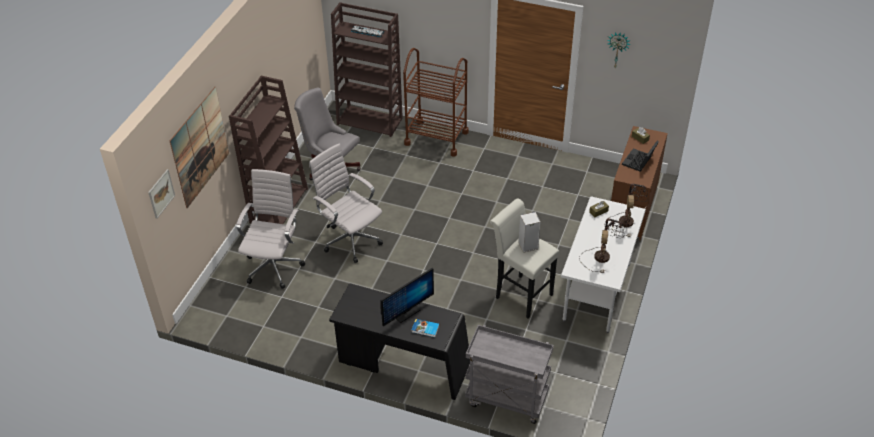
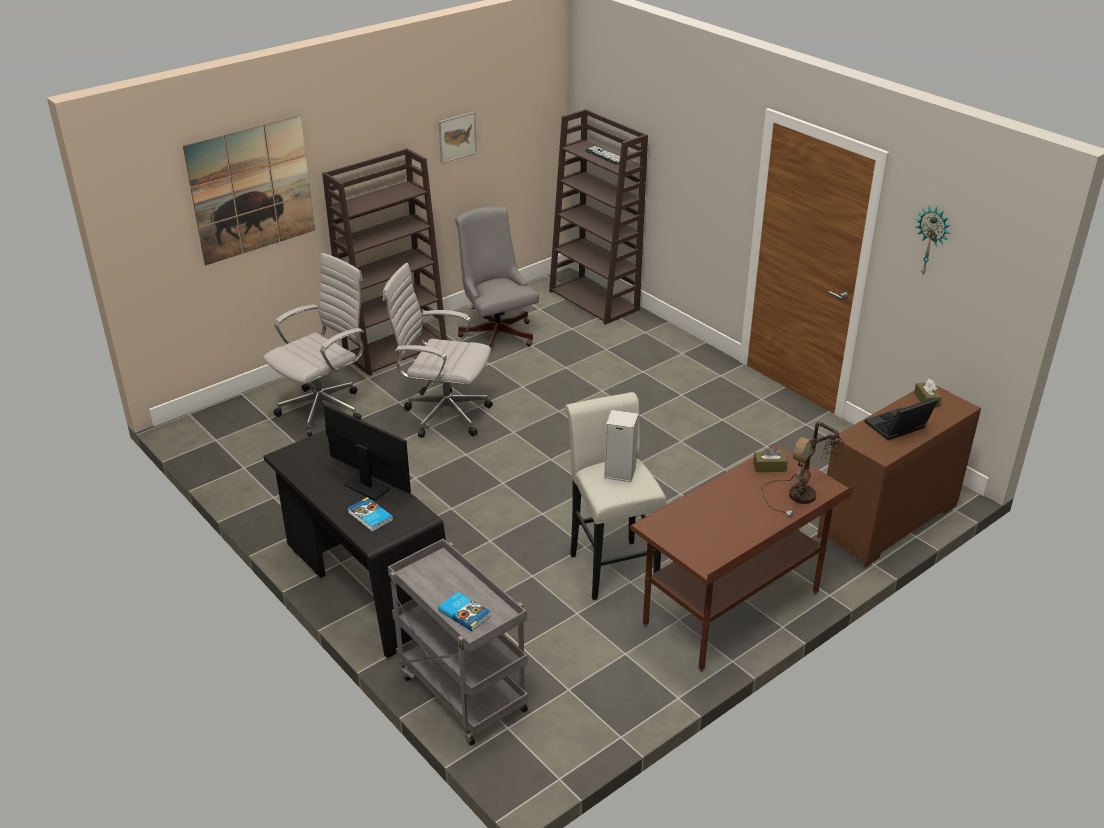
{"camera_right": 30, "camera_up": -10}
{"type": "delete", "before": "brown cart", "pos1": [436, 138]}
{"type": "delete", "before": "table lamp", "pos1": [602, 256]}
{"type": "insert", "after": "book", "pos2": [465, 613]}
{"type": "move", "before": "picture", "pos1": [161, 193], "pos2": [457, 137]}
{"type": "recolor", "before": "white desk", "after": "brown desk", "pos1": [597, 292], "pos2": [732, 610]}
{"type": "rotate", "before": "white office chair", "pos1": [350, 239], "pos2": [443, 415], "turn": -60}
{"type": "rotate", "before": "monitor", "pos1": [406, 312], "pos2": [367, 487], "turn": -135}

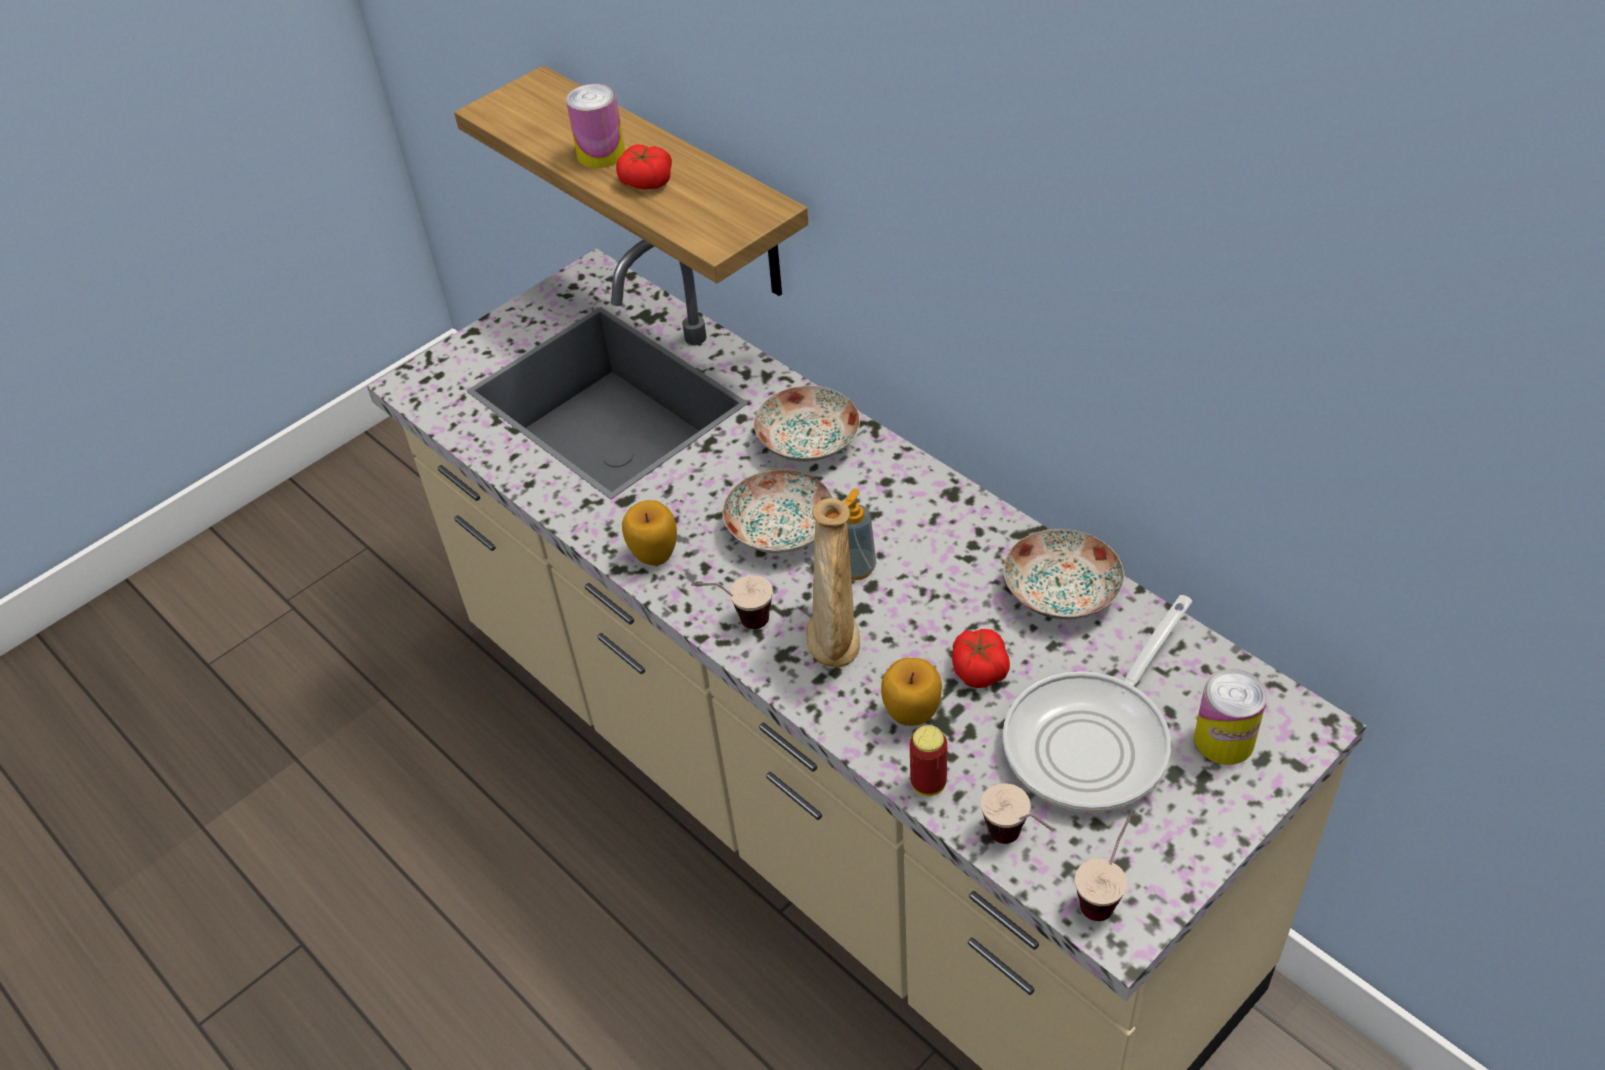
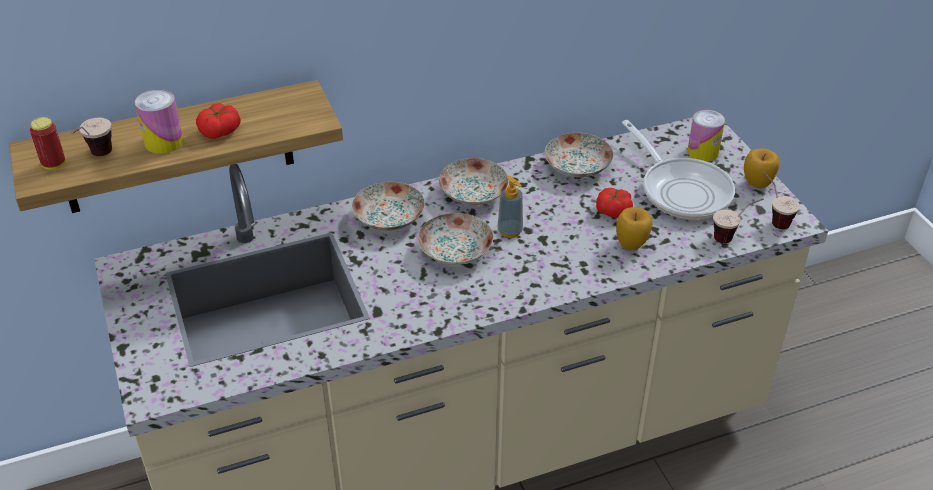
{"camera_right": -70, "camera_up": -5}
{"type": "delete", "before": "beige vase", "pos1": [833, 639]}
{"type": "insert", "after": "plate", "pos2": [472, 193]}
{"type": "move", "before": "apple", "pos1": [654, 555], "pos2": [757, 184]}
{"type": "move", "before": "cup", "pos1": [737, 622], "pos2": [96, 158]}
{"type": "move", "before": "can", "pos1": [928, 783], "pos2": [54, 165]}

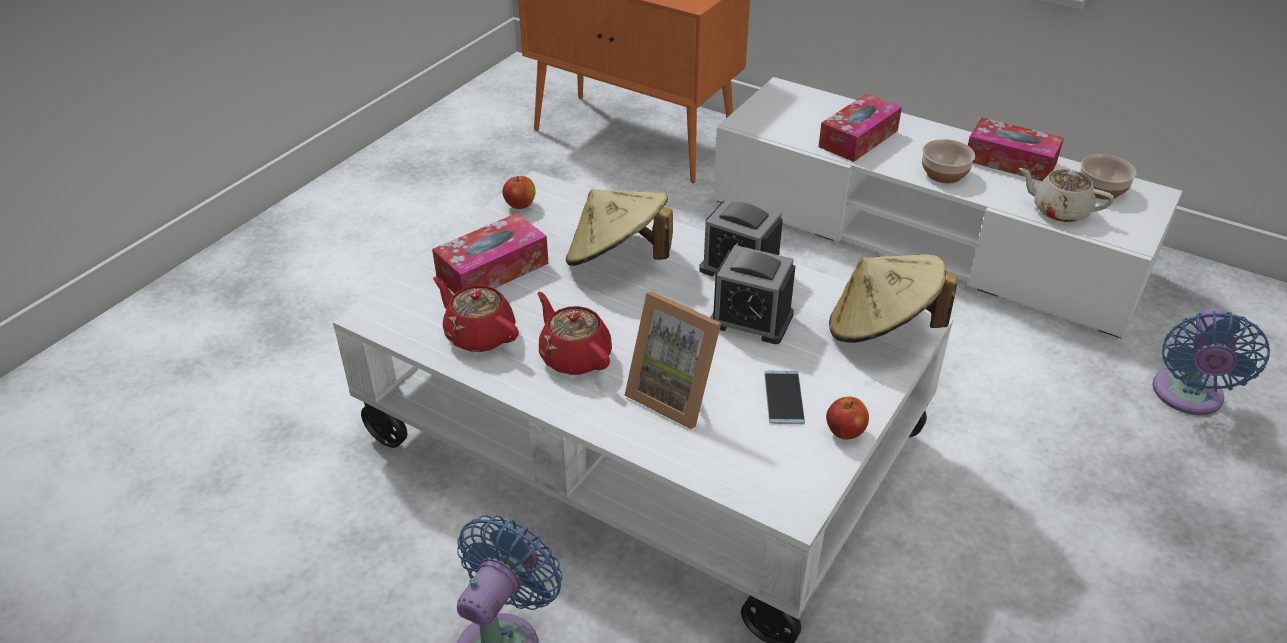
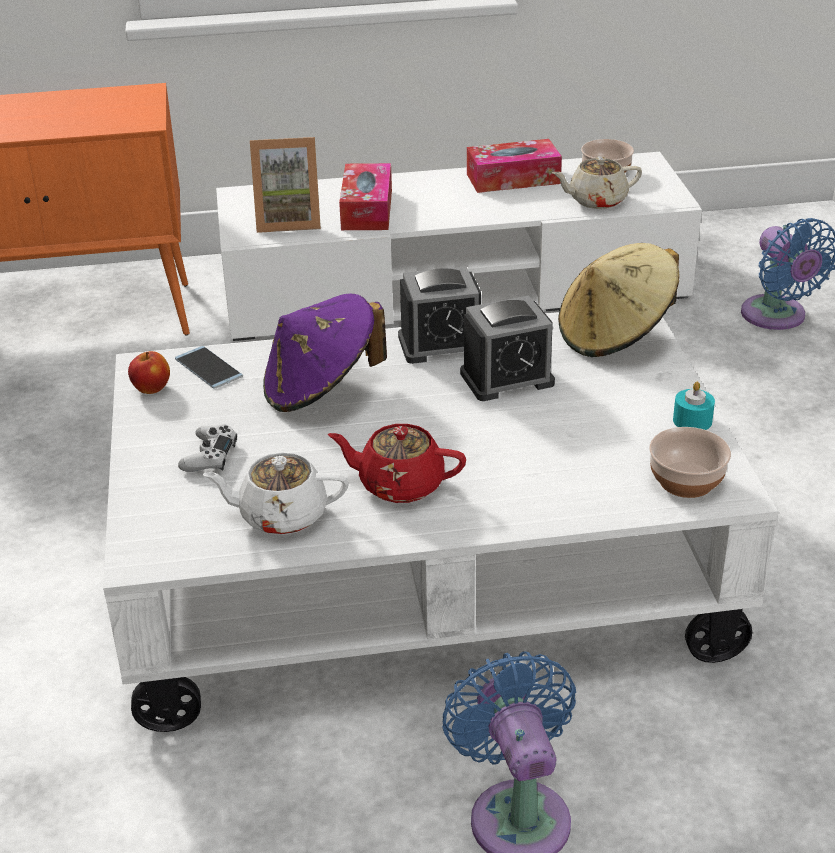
{"camera_right": -40, "camera_up": -5}
{"type": "move", "before": "picture frame", "pos1": [676, 394], "pos2": [288, 220]}
{"type": "move", "before": "phone", "pos1": [783, 397], "pos2": [208, 368]}
{"type": "move", "before": "bowl", "pos1": [944, 173], "pos2": [685, 480]}
{"type": "replace", "before": "tissue box", "after": "white game controller", "pos1": [492, 270], "pos2": [209, 456]}
{"type": "replace", "before": "apple", "after": "turquoise candle", "pos1": [845, 432], "pos2": [692, 420]}
{"type": "recolor", "before": "red teapot", "after": "white teapot", "pos1": [479, 334], "pos2": [281, 515]}
{"type": "recolor", "before": "beige hat", "after": "purple hat", "pos1": [617, 260], "pos2": [321, 389]}

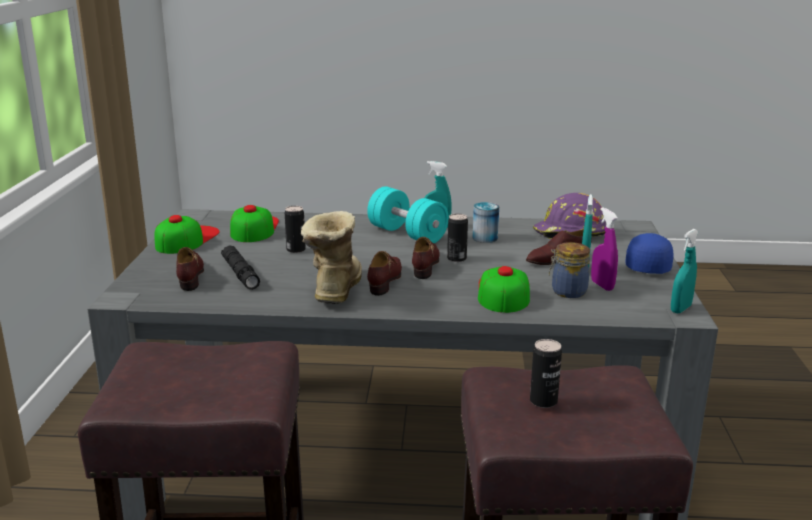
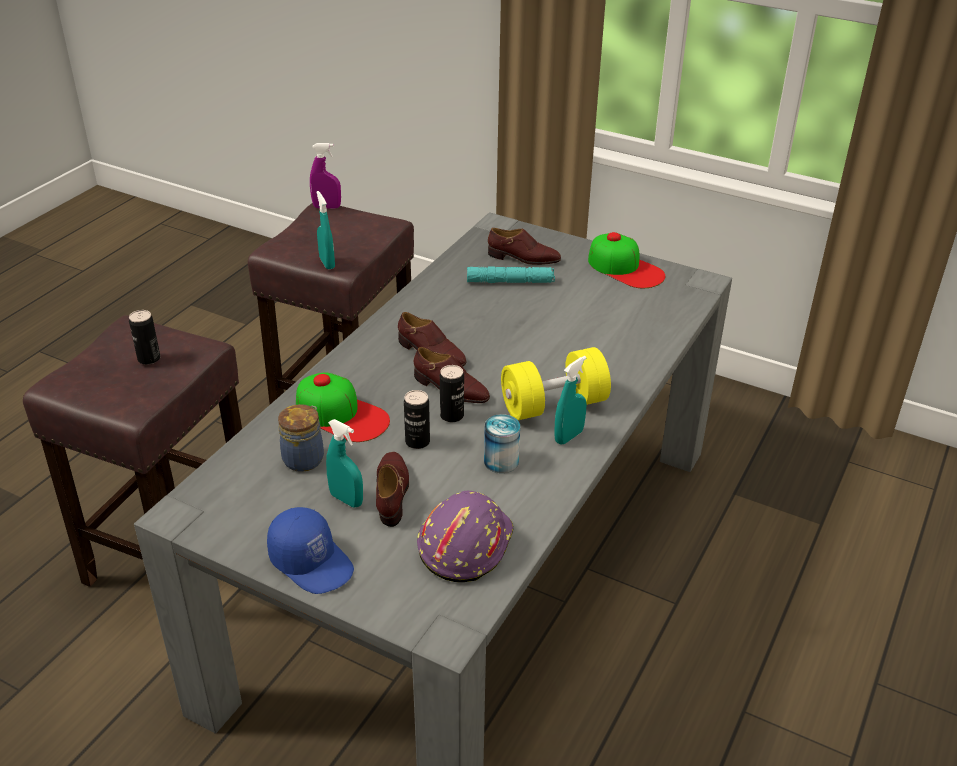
{"camera_right": 115, "camera_up": 15}
{"type": "delete", "before": "cap", "pos1": [254, 228]}
{"type": "delete", "before": "boot", "pos1": [333, 290]}
{"type": "move", "before": "can", "pos1": [296, 250], "pos2": [417, 442]}
{"type": "move", "before": "purple spray bottle", "pos1": [602, 285], "pos2": [327, 207]}
{"type": "move", "before": "turquoise spray bottle", "pos1": [680, 309], "pos2": [327, 263]}
{"type": "recolor", "before": "black flashlight", "after": "turquoise flashlight", "pos1": [240, 273], "pos2": [510, 282]}
{"type": "recolor", "before": "turquoise dumbbell", "after": "yellow dumbbell", "pos1": [407, 234], "pos2": [554, 405]}

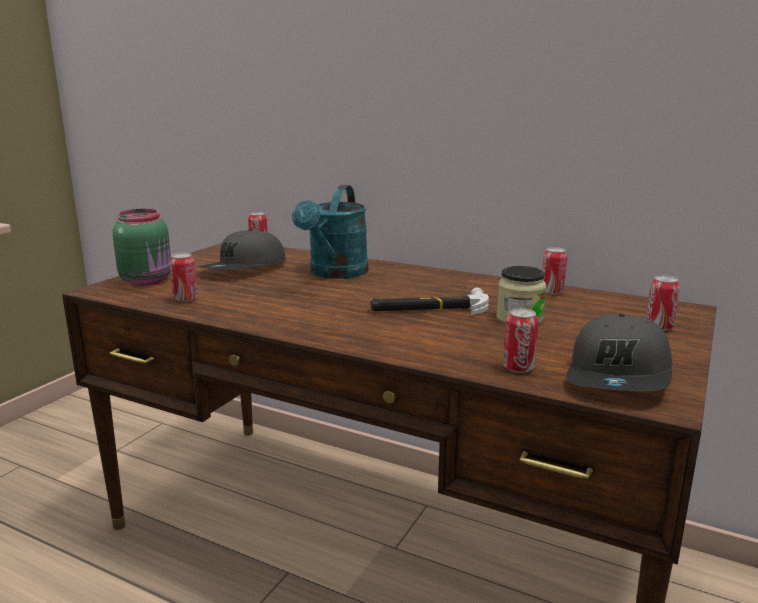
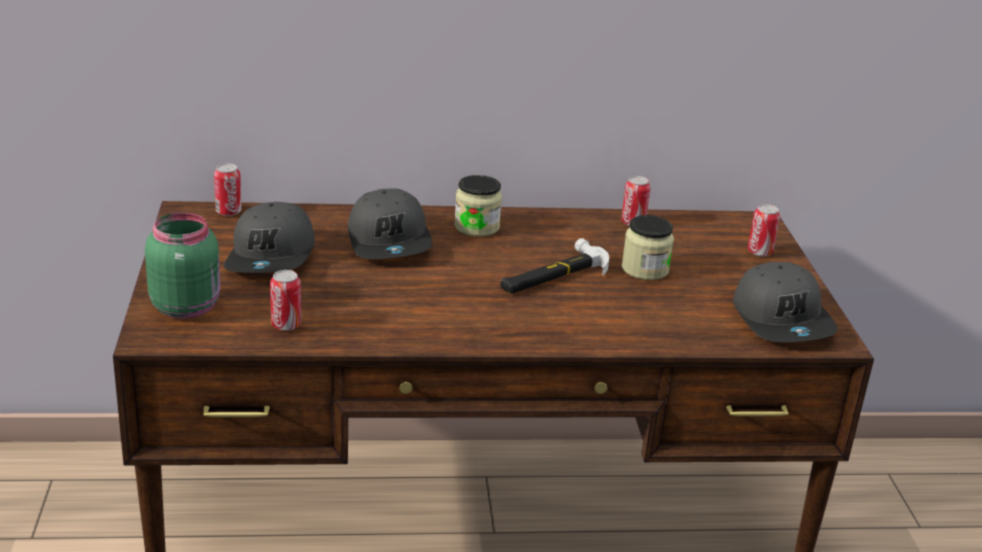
{"camera_right": -35, "camera_up": 10}
{"type": "delete", "before": "can", "pos1": [518, 368]}
{"type": "insert", "after": "jar", "pos2": [476, 227]}
{"type": "replace", "before": "turquoise watering can", "after": "grey cap", "pos1": [335, 273], "pos2": [390, 241]}

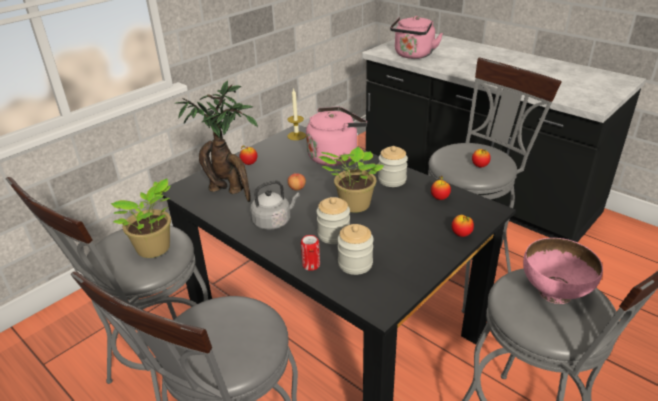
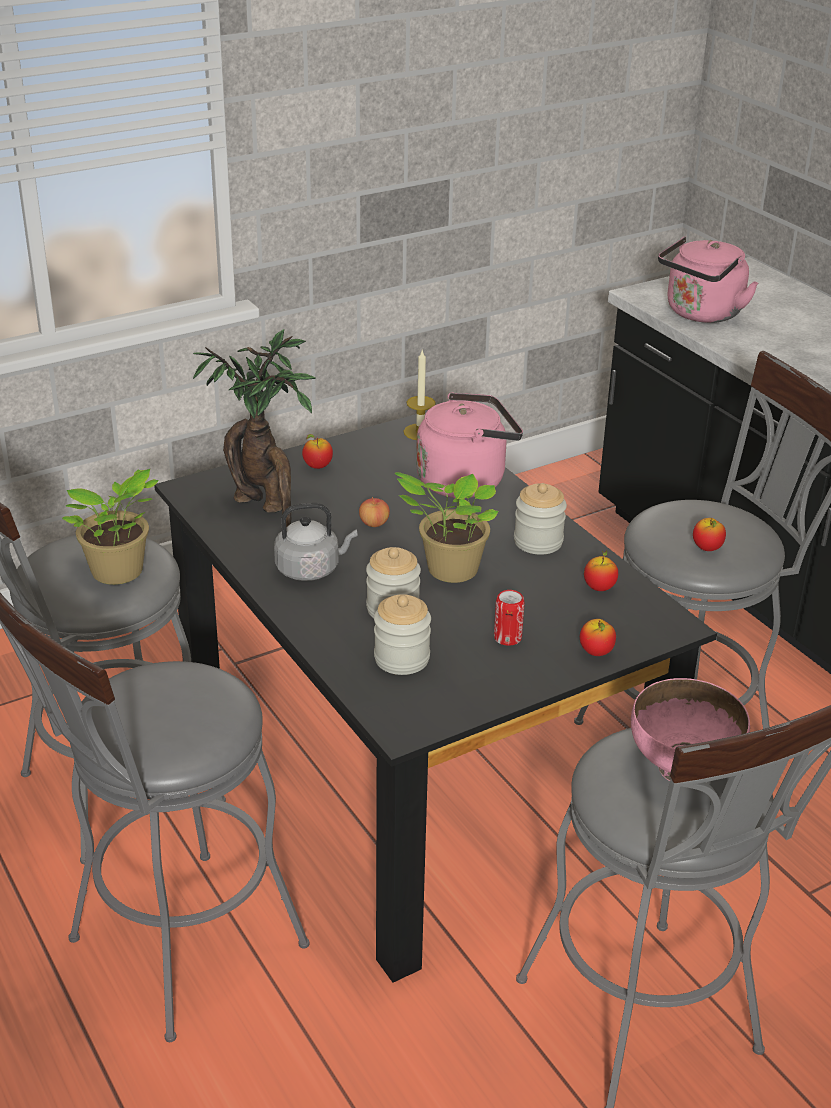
{"camera_right": 15, "camera_up": 0}
{"type": "move", "before": "can", "pos1": [311, 265], "pos2": [507, 638]}

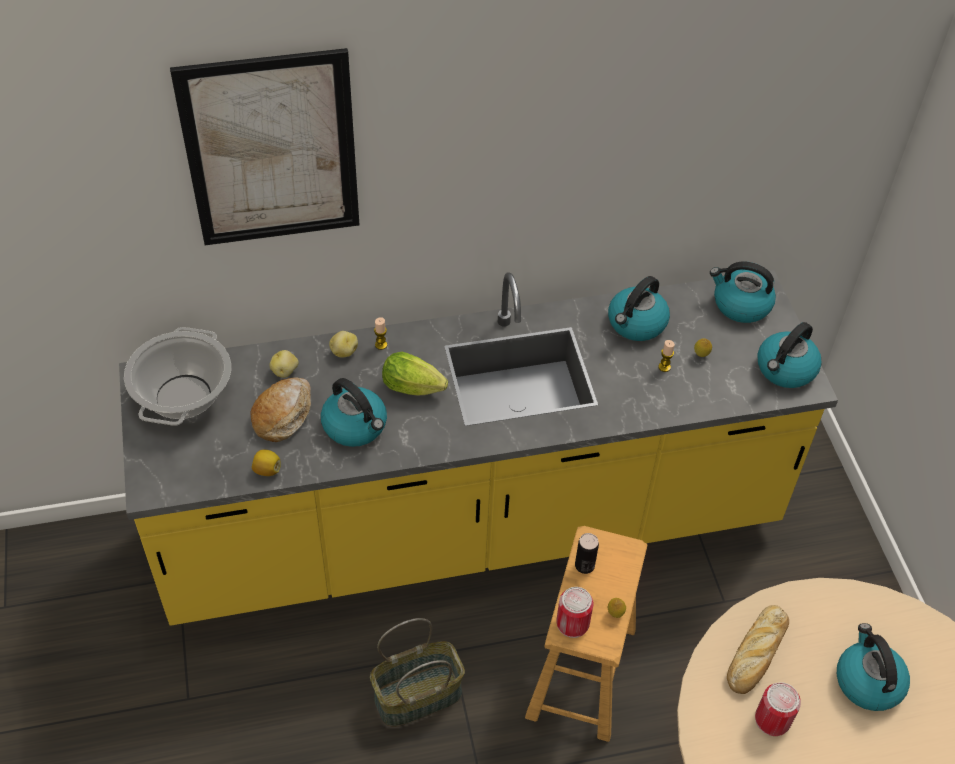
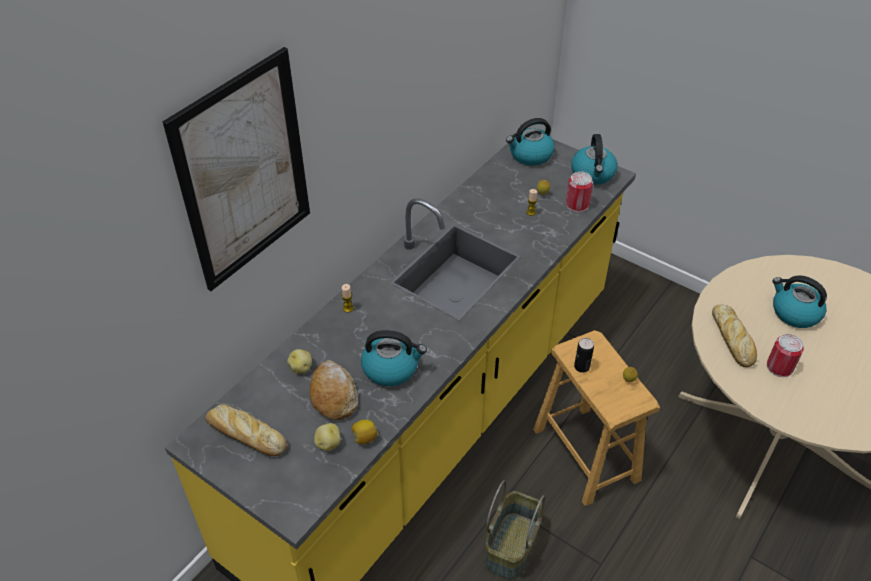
{"camera_right": -40, "camera_up": -5}
{"type": "delete", "before": "lettuce", "pos1": [416, 388]}
{"type": "delete", "before": "kettle", "pos1": [636, 324]}
{"type": "move", "before": "potato", "pos1": [343, 351], "pos2": [328, 443]}
{"type": "move", "before": "can", "pos1": [572, 623], "pos2": [577, 204]}
{"type": "replace", "before": "cooking pot", "after": "bread", "pos1": [183, 396], "pos2": [245, 434]}

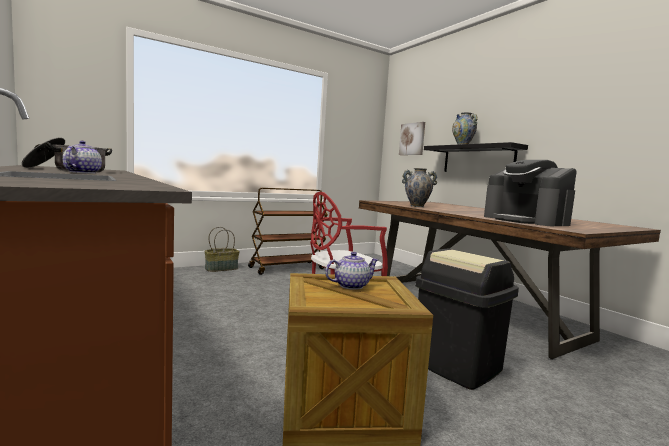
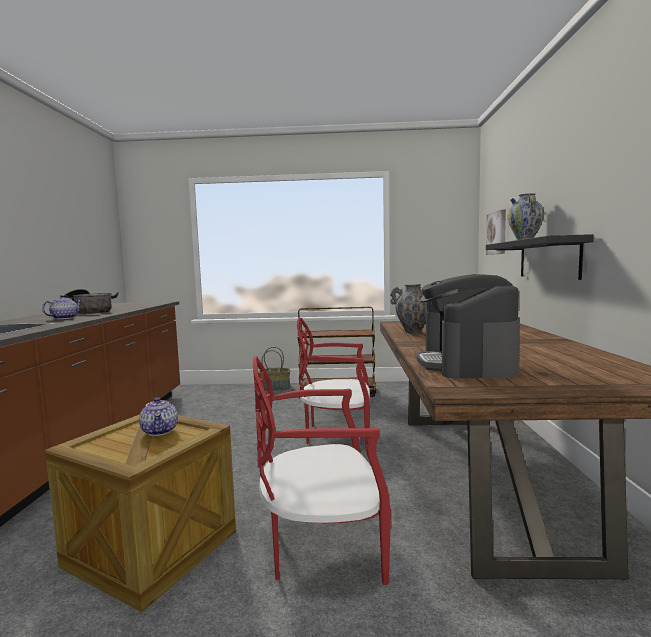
{"camera_right": 35, "camera_up": 0}
{"type": "replace", "before": "black trash can", "after": "red chair", "pos1": [456, 366], "pos2": [321, 546]}
{"type": "rotate", "before": "teapot", "pos1": [350, 286], "pos2": [160, 431], "turn": 60}

